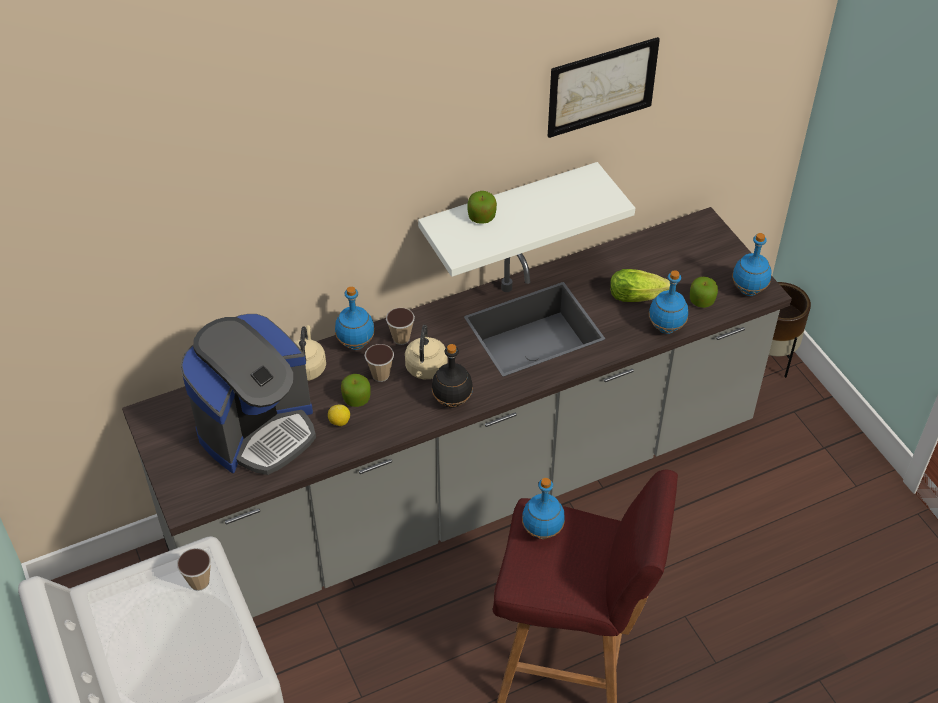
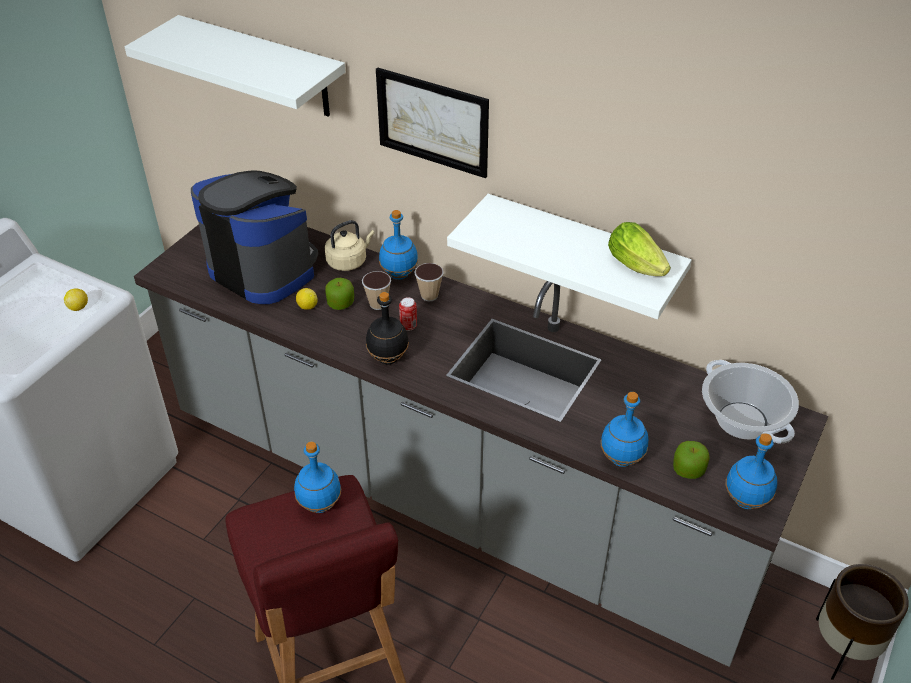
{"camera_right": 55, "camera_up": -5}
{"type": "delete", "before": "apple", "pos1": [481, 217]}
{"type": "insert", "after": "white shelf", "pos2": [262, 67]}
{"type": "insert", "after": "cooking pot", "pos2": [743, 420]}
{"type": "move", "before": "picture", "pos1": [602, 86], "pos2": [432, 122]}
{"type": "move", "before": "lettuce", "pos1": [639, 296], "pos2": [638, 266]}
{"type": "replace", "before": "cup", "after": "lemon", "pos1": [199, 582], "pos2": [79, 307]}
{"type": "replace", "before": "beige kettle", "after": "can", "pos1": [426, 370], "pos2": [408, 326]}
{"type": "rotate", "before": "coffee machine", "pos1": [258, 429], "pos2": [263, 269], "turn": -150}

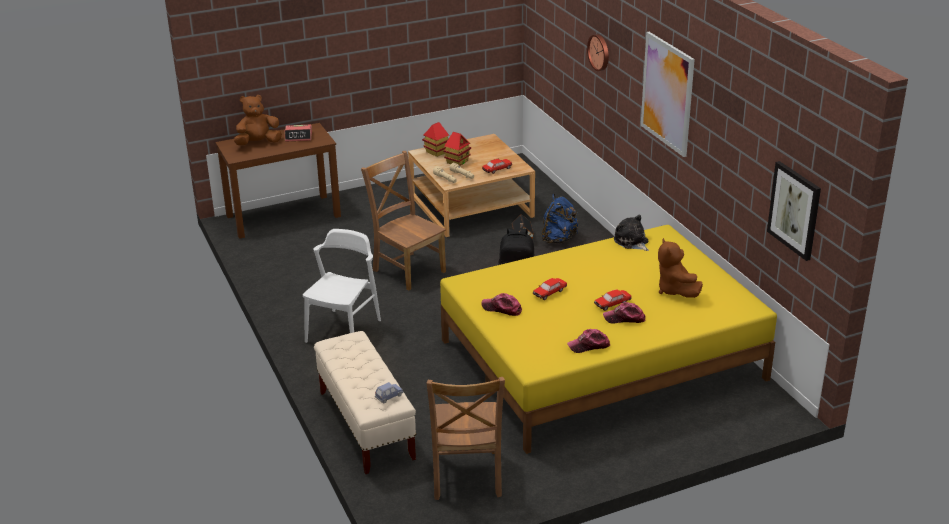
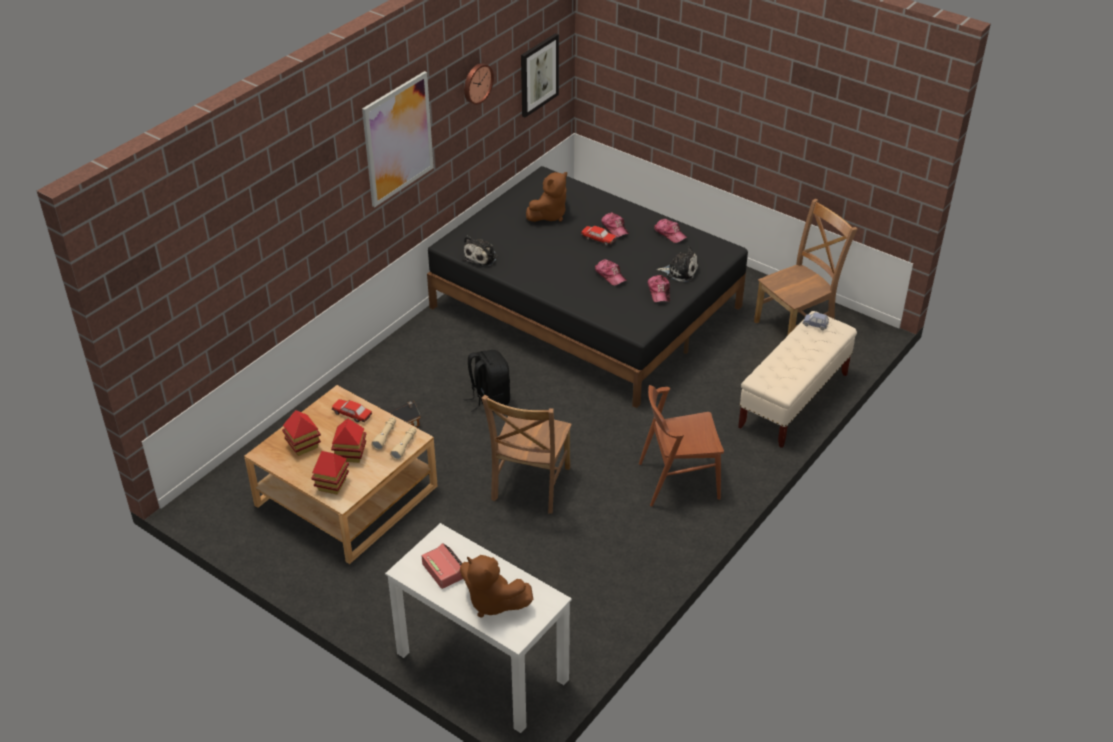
{"camera_right": -120, "camera_up": 10}
{"type": "delete", "before": "blue backpack", "pos1": [558, 239]}
{"type": "insert", "after": "toy house", "pos2": [303, 446]}
{"type": "insert", "after": "plush toy", "pos2": [680, 271]}
{"type": "move", "before": "wall clock", "pos1": [599, 52], "pos2": [477, 83]}
{"type": "replace", "before": "toy car", "after": "cap", "pos1": [549, 292], "pos2": [610, 275]}
{"type": "recolor", "before": "brown desk", "after": "white desk", "pos1": [284, 216], "pos2": [481, 666]}
{"type": "recolor", "before": "white chair", "after": "brown chair", "pos1": [343, 331], "pos2": [678, 480]}
{"type": "recolor", "before": "yellow bed", "after": "black bed", "pos1": [601, 360], "pos2": [586, 306]}

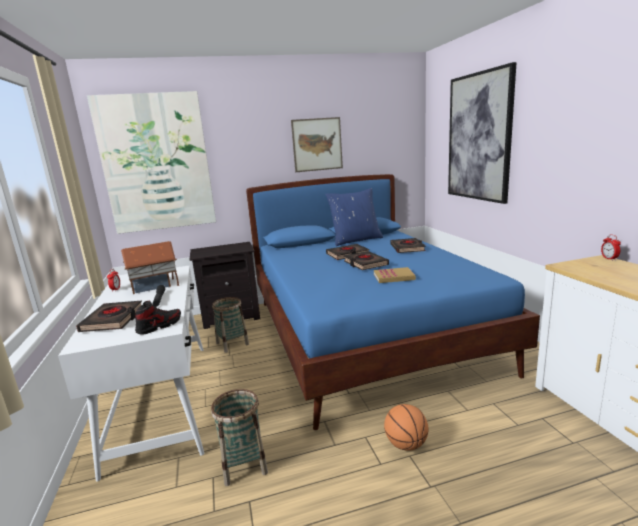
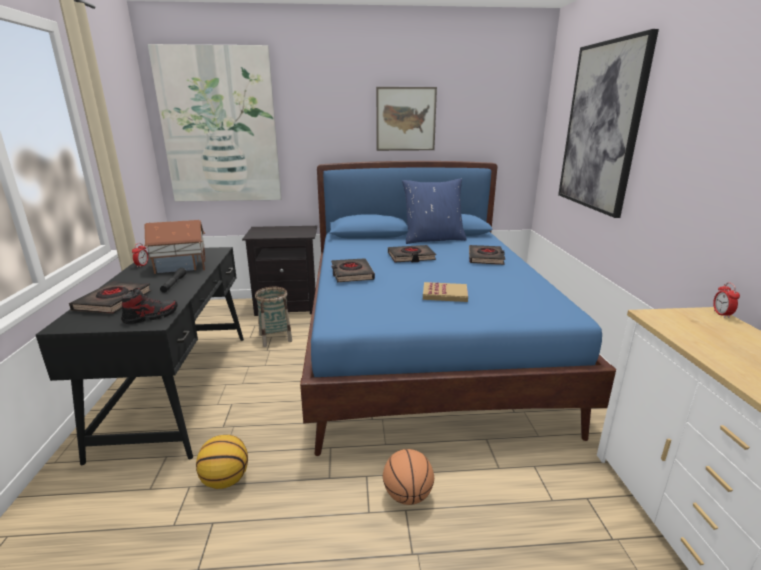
{"camera_right": 10, "camera_up": 5}
{"type": "move", "before": "black book", "pos1": [365, 263], "pos2": [351, 274]}
{"type": "replace", "before": "basket", "after": "basketball", "pos1": [244, 465], "pos2": [225, 479]}
{"type": "recolor", "before": "white desk", "after": "black desk", "pos1": [162, 399], "pos2": [180, 388]}

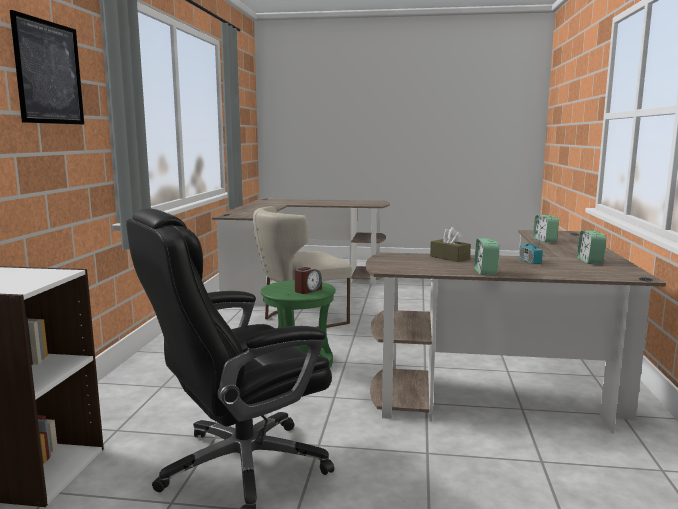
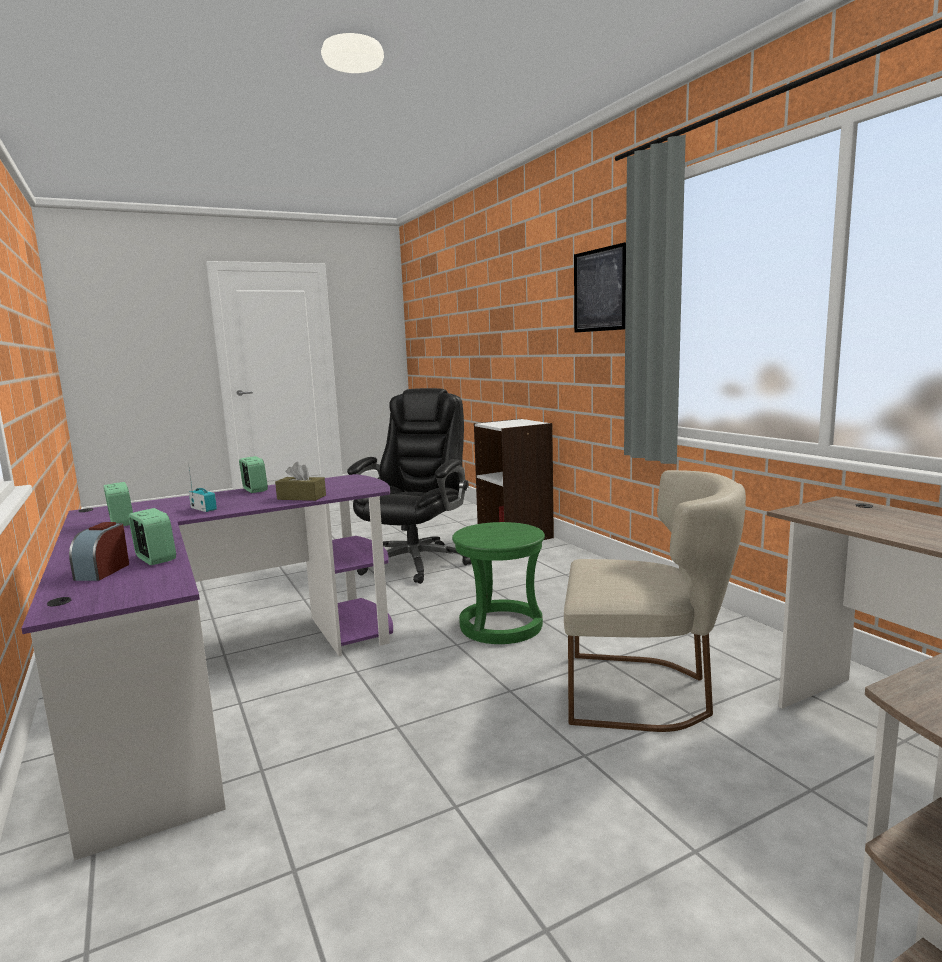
{"camera_right": 145, "camera_up": 0}
{"type": "move", "before": "alarm clock", "pos1": [307, 290], "pos2": [103, 571]}
{"type": "recolor", "before": "brown desk", "after": "purple desk", "pos1": [518, 384], "pos2": [225, 684]}
{"type": "rotate", "before": "beige chair", "pos1": [299, 319], "pos2": [646, 692], "turn": 75}

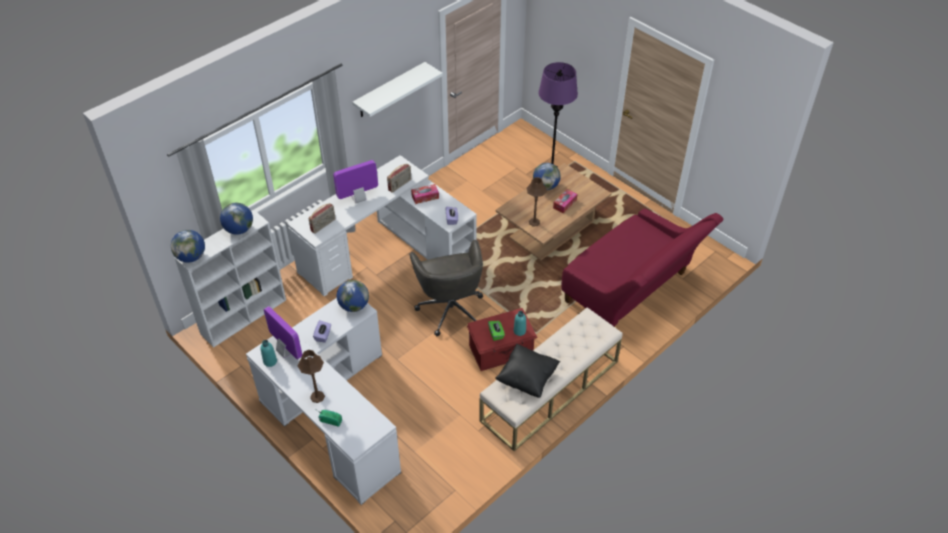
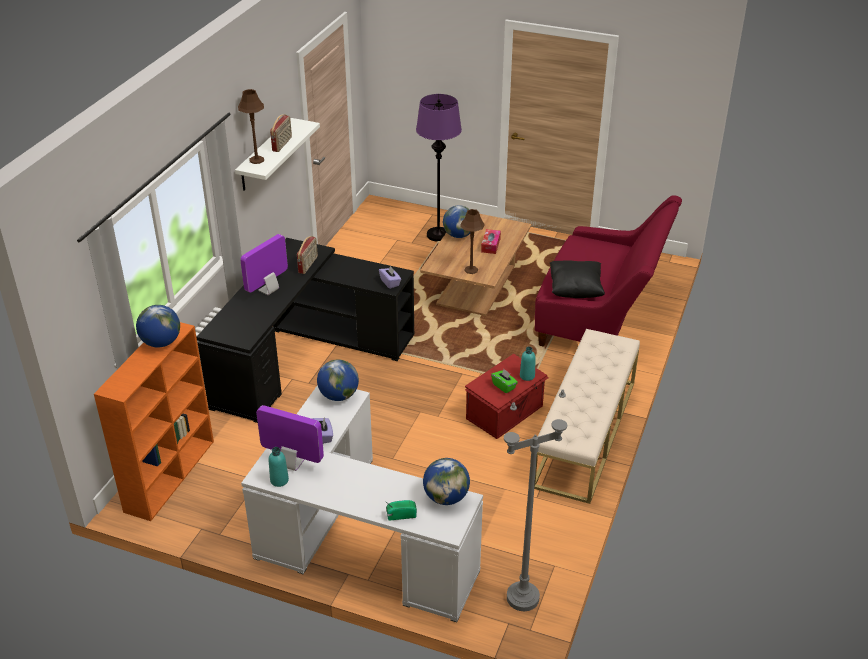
{"camera_right": -25, "camera_up": -10}
{"type": "delete", "before": "grey office chair", "pos1": [450, 308]}
{"type": "delete", "before": "tissue box", "pos1": [425, 197]}
{"type": "insert", "after": "grey floor lamp", "pos2": [522, 598]}
{"type": "move", "before": "globe", "pos1": [191, 257], "pos2": [446, 497]}
{"type": "move", "before": "brown table lamp", "pos1": [317, 397], "pos2": [256, 160]}
{"type": "move", "before": "radio", "pos1": [323, 225], "pos2": [282, 144]}
{"type": "move", "before": "black pillow", "pos1": [527, 378], "pos2": [575, 290]}
{"type": "recolor", "before": "white bookcase", "after": "orange bookcase", "pos1": [244, 316], "pos2": [170, 474]}
{"type": "recolor", "before": "white desk", "after": "black desk", "pos1": [388, 249], "pos2": [305, 354]}

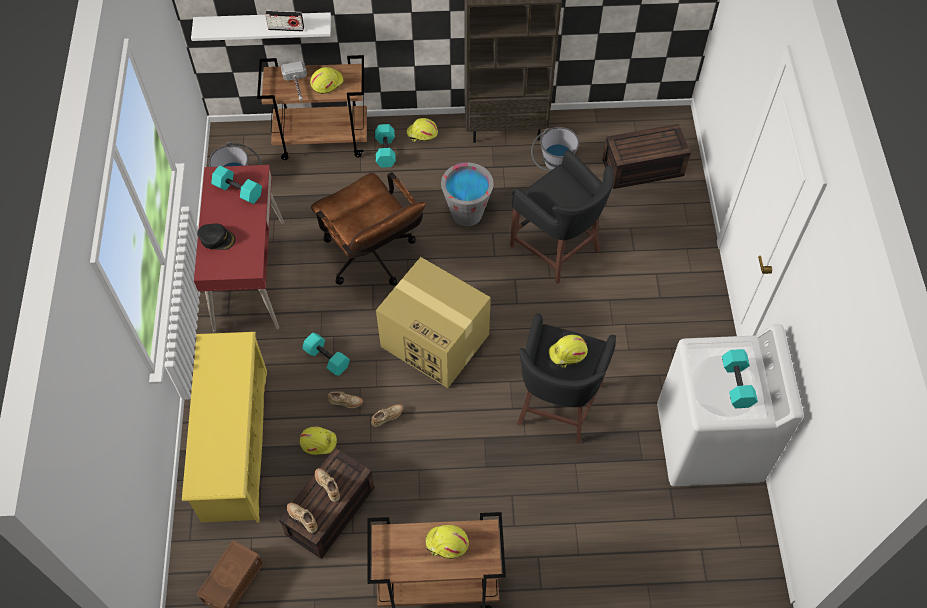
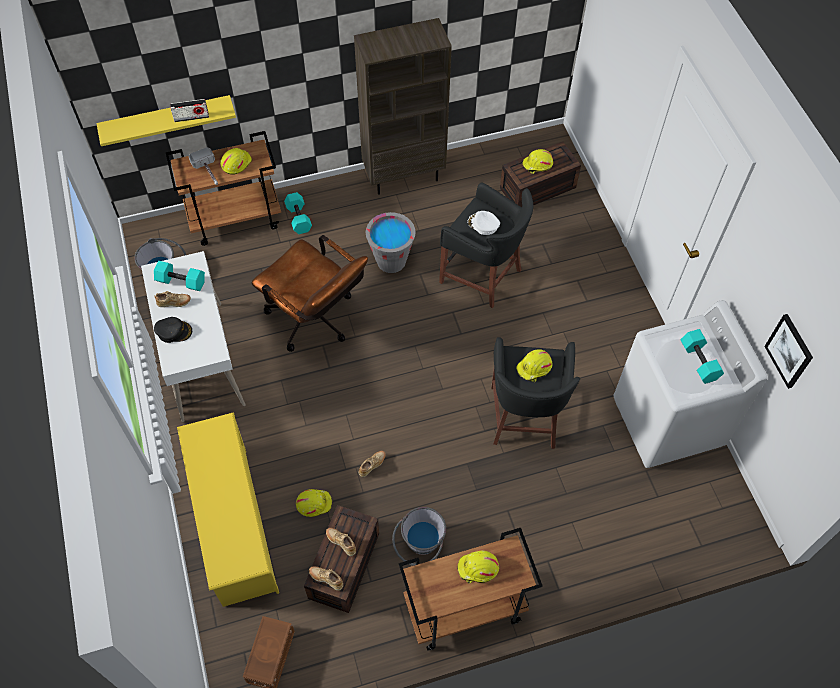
{"camera_right": -15, "camera_up": 0}
{"type": "delete", "before": "turquoise dumbbell", "pos1": [326, 359]}
{"type": "delete", "before": "cardboard box", "pos1": [436, 341]}
{"type": "insert", "after": "white cap", "pos2": [483, 224]}
{"type": "insert", "after": "picture", "pos2": [789, 351]}
{"type": "move", "before": "beige shoe", "pos1": [346, 403], "pos2": [174, 303]}
{"type": "move", "before": "yellow hard hat", "pos1": [422, 134], "pos2": [537, 165]}
{"type": "move", "before": "grey bucket", "pos1": [553, 165], "pos2": [419, 546]}
{"type": "recolor", "before": "white shelf", "after": "yellow shelf", "pos1": [264, 26], "pos2": [167, 119]}
{"type": "recolor", "before": "red desk", "after": "white desk", "pos1": [249, 275], "pos2": [201, 361]}

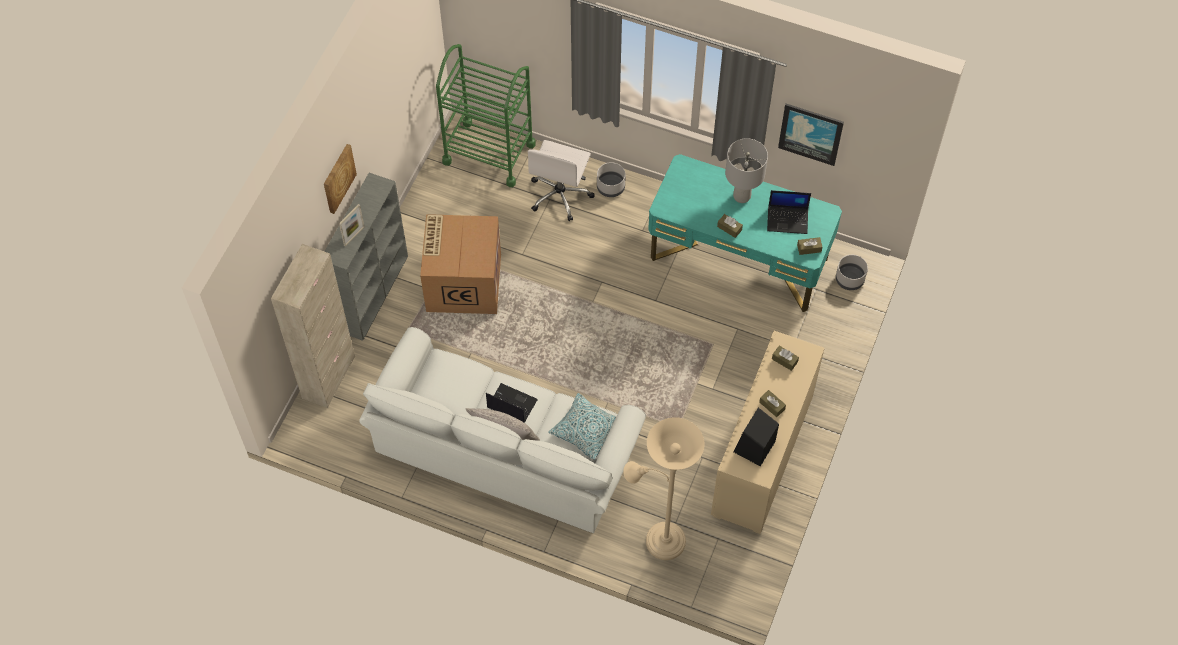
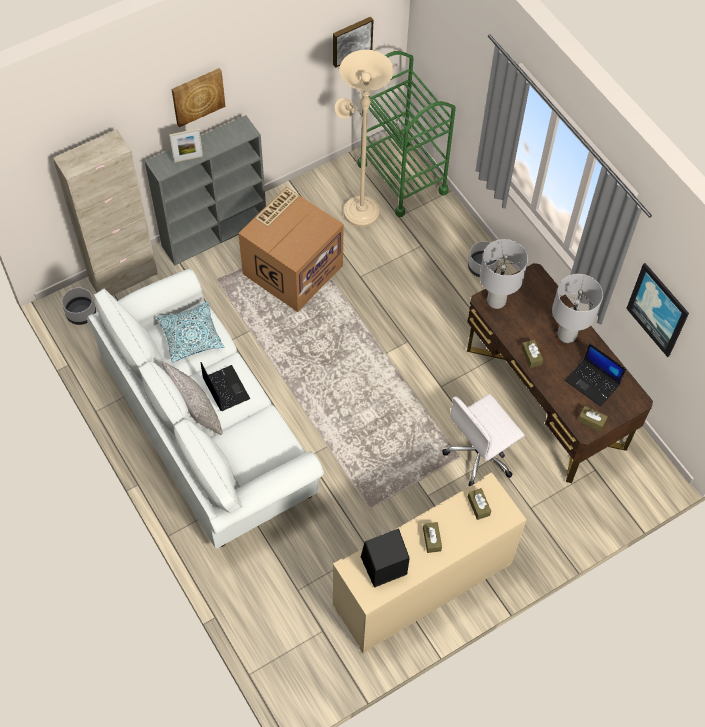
{"camera_right": 35, "camera_up": 0}
{"type": "insert", "after": "picture", "pos2": [351, 40]}
{"type": "insert", "after": "grey table lamp", "pos2": [495, 301]}
{"type": "move", "before": "white office chair", "pos1": [560, 195], "pos2": [480, 455]}
{"type": "move", "before": "pillow", "pos1": [586, 430], "pos2": [191, 336]}
{"type": "move", "before": "beige floor lamp", "pos1": [660, 539], "pos2": [358, 208]}
{"type": "move", "before": "grey planter", "pos1": [849, 279], "pos2": [81, 313]}
{"type": "recolor", "before": "turquoise desk", "after": "brown desk", "pos1": [738, 259], "pos2": [545, 398]}

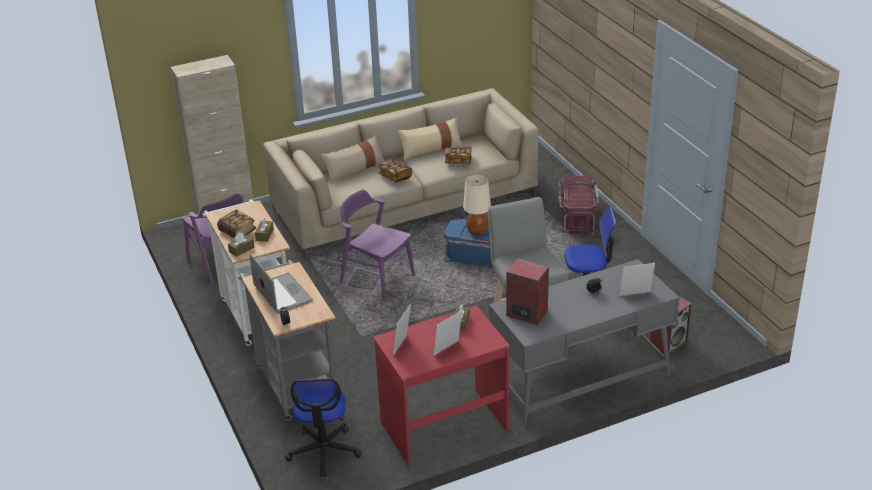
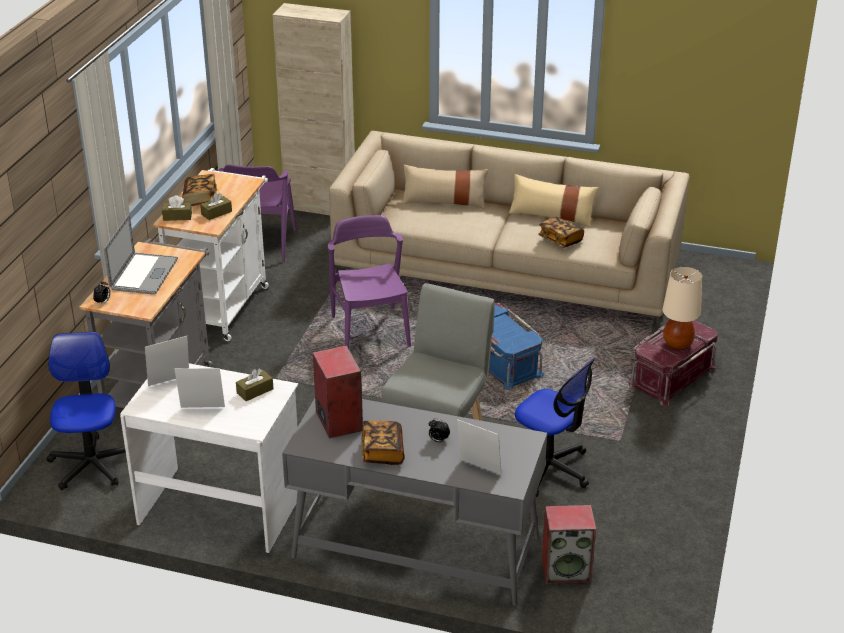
{"camera_right": 40, "camera_up": 0}
{"type": "move", "before": "book", "pos1": [395, 177], "pos2": [382, 452]}
{"type": "move", "before": "beige table lamp", "pos1": [477, 231], "pos2": [678, 344]}
{"type": "recolor", "before": "red desk", "after": "white desk", "pos1": [443, 425], "pos2": [221, 508]}
{"type": "rotate", "before": "office chair", "pos1": [324, 451], "pos2": [92, 464], "turn": 135}

